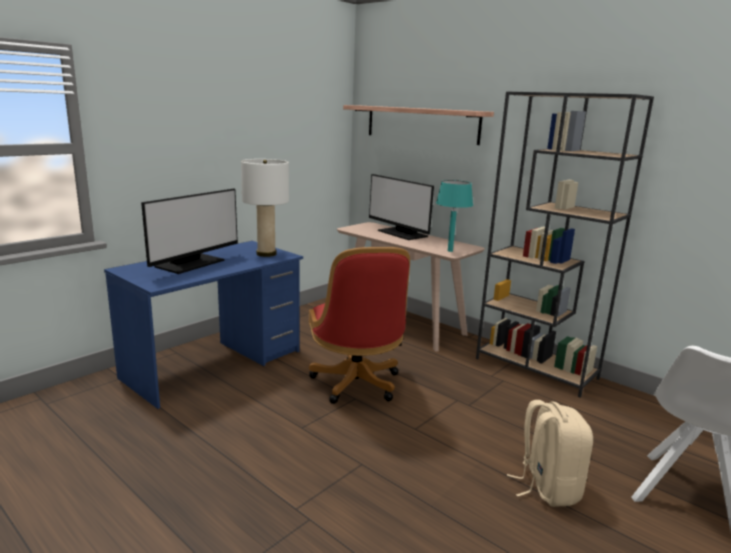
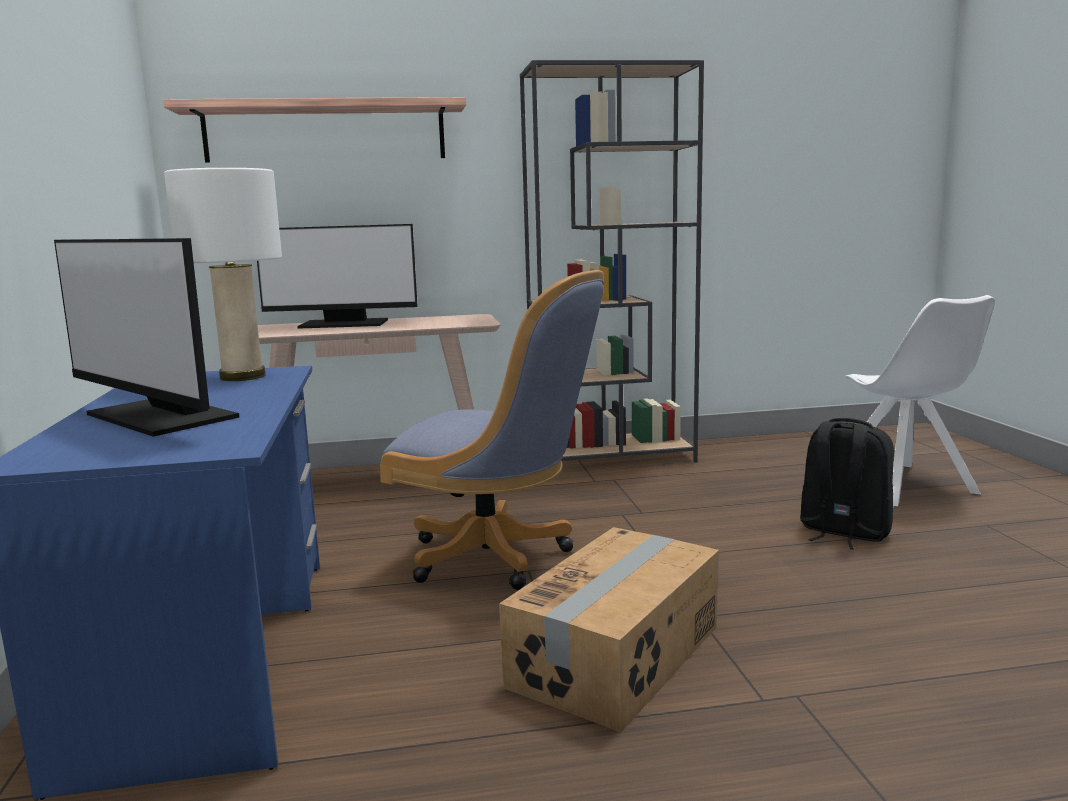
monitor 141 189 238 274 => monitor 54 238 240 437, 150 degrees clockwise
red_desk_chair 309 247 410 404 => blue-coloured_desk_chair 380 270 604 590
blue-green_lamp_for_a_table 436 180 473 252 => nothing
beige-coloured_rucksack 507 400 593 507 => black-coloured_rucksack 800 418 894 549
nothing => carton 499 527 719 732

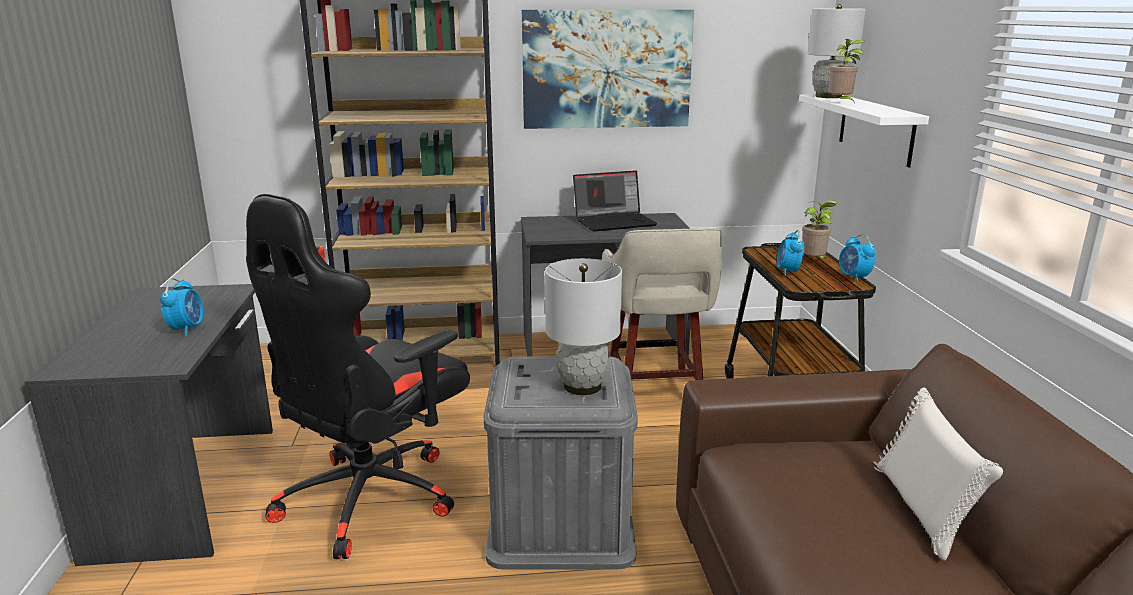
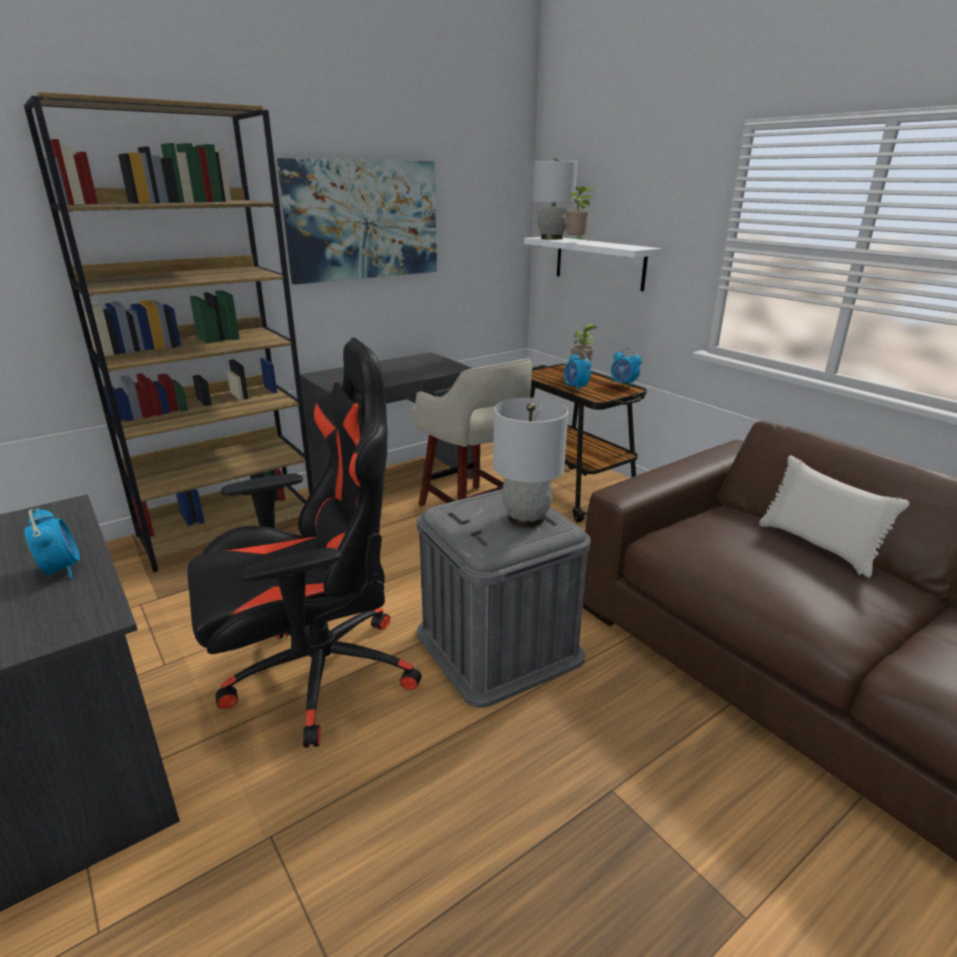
black-coloured_desk_chair 246 194 470 559 => black-coloured_desk_chair 187 338 422 748, 120 degrees counterclockwise
notebook_computer 573 170 658 232 => nothing

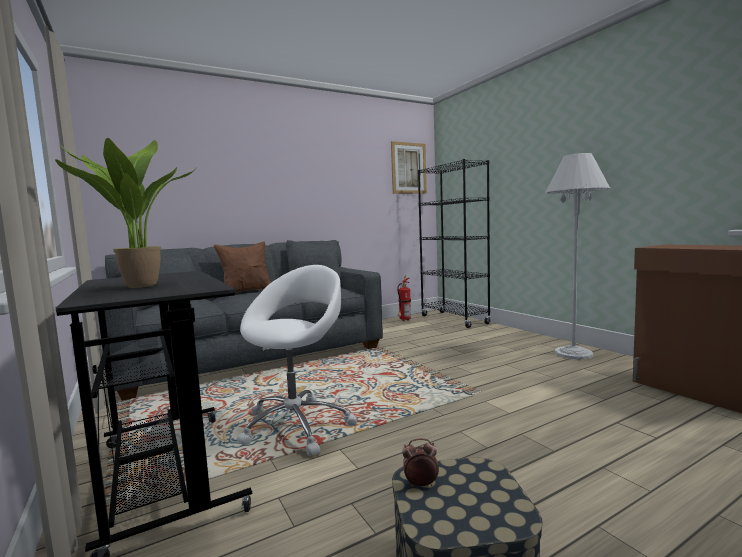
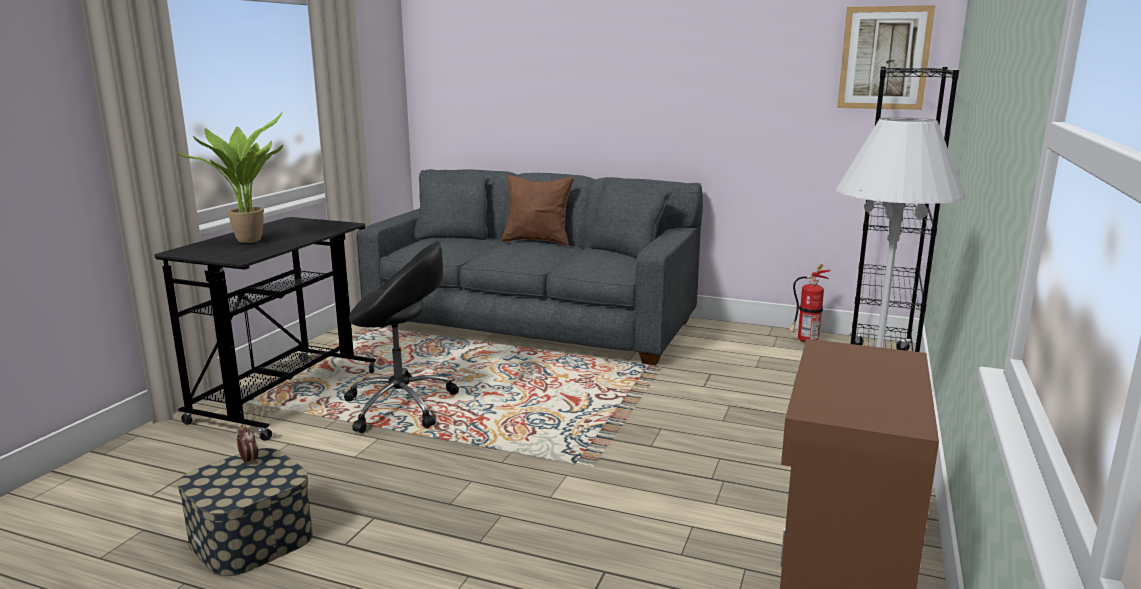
white_desk_chair 237 265 358 456 => black-coloured_desk_chair 344 241 459 433

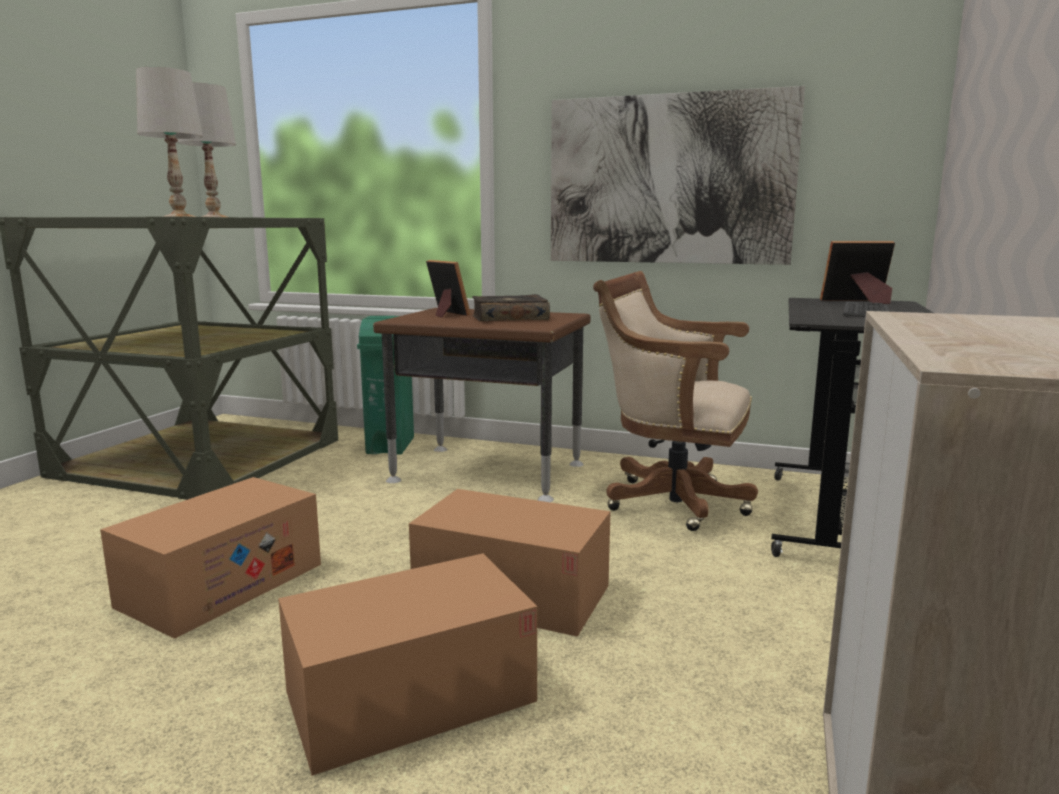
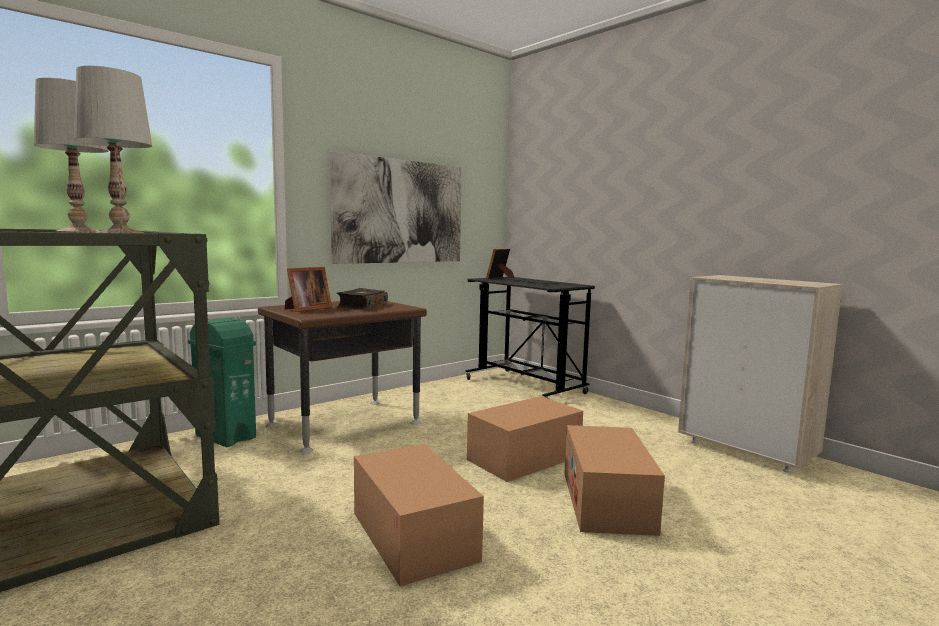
picture_frame 426 260 471 318 => picture_frame 285 267 332 312, 135 degrees clockwise
desk_chair 593 271 758 531 => nothing

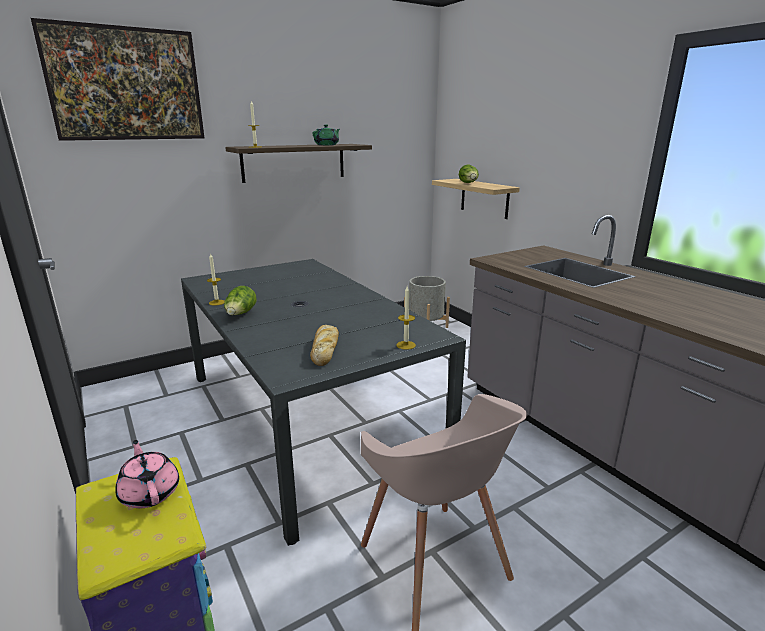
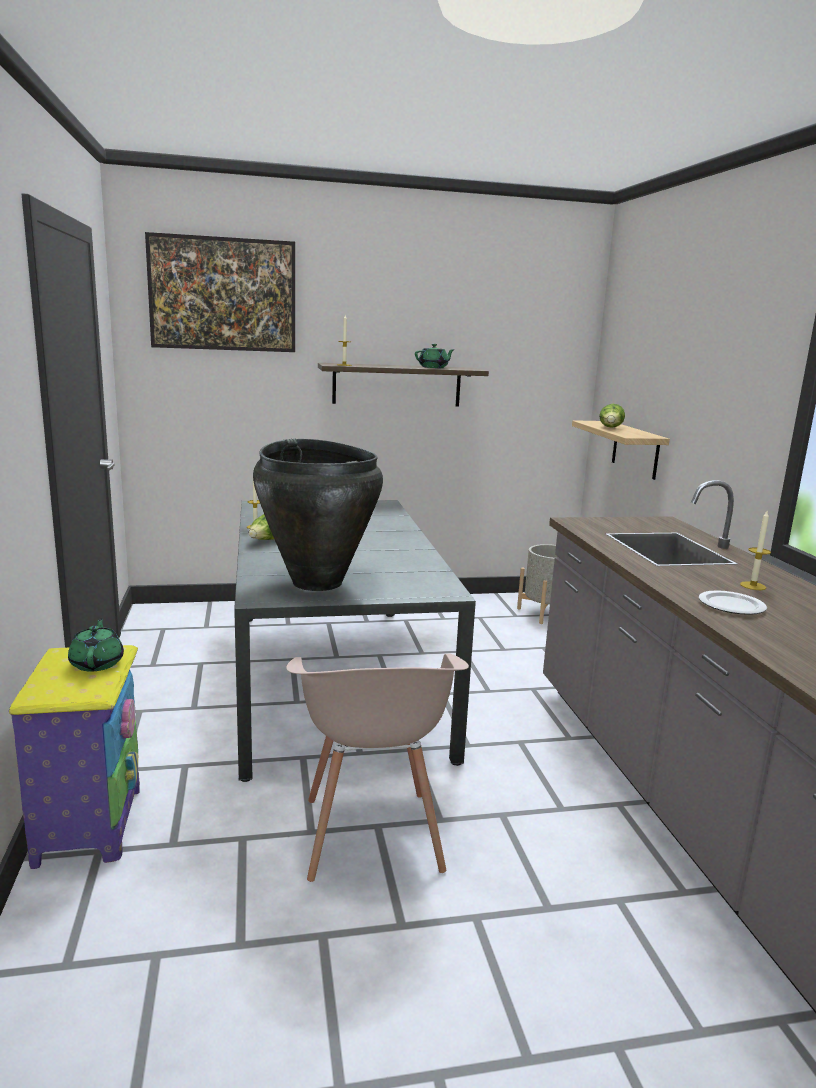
pinkish_pot_for_tea 115 440 179 508 => greenish_pot_for_tea 68 618 124 671
bread 310 325 339 366 => black-coloured_vase 253 439 383 591
wax_candle 396 286 416 350 => wax_candle 740 511 771 590, move
nothing => dinner_plate 699 590 767 615

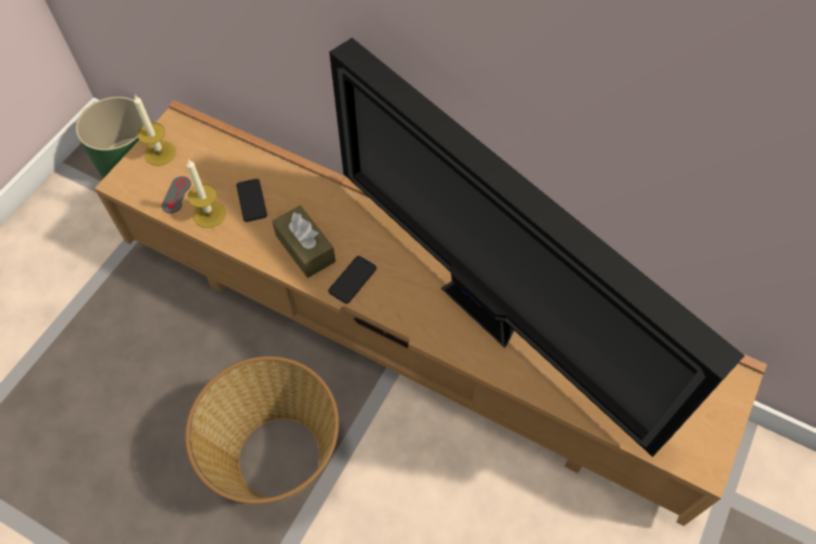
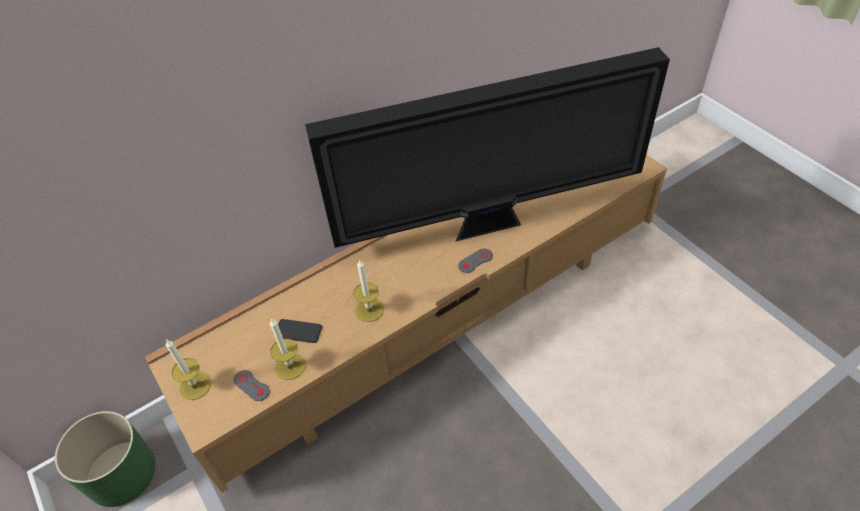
household_basket 185 356 339 504 => nothing
brownish_box_of_tissues 272 205 336 278 => wax_candle 353 259 384 322
phone 328 256 377 304 => nothing
nothing => grey_joypad 458 248 493 273

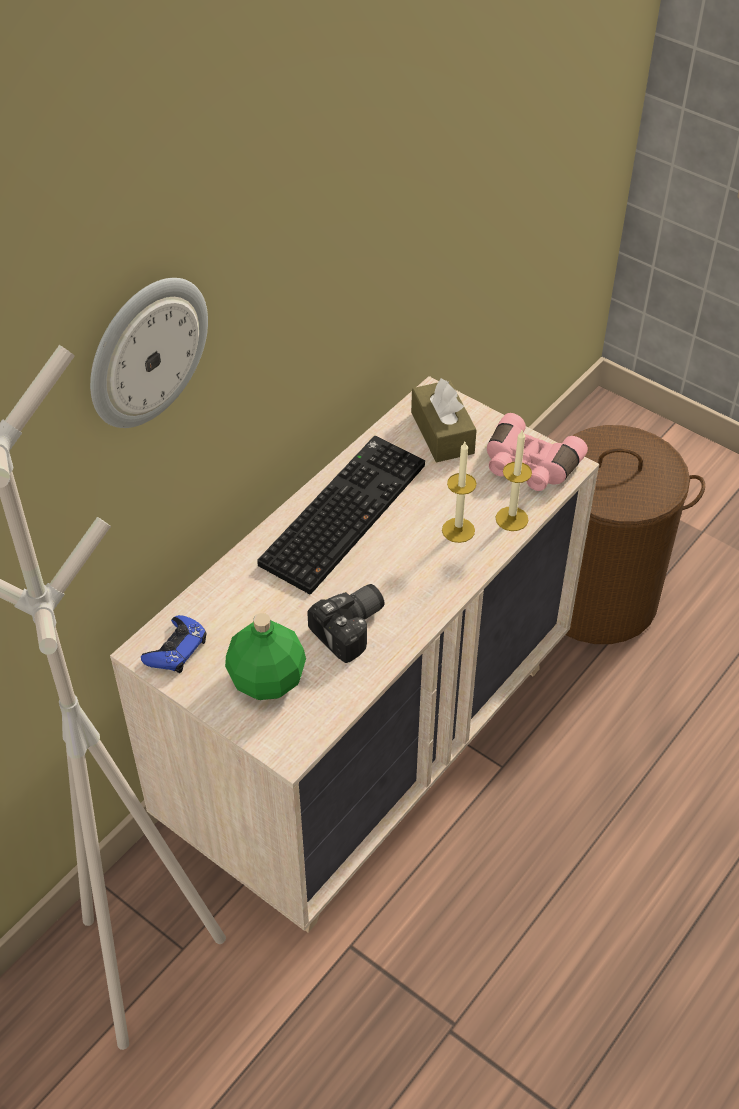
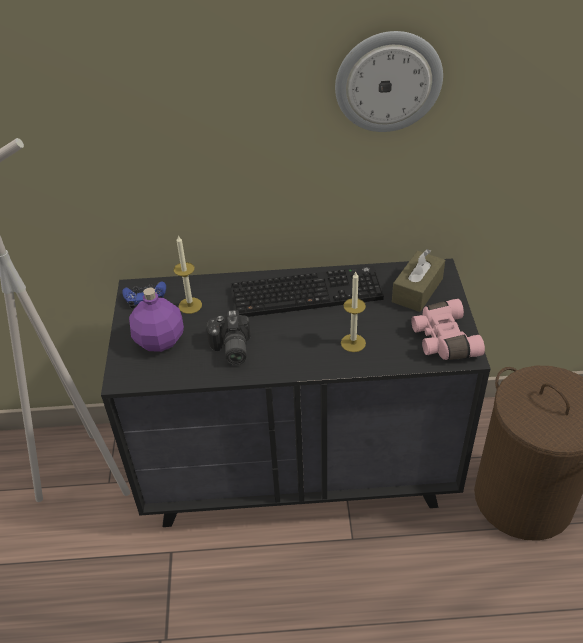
clock_on_the_wall 90 278 208 428 => clock_on_the_wall 335 31 443 132, move
beige-coloured_dresser 110 376 599 933 => black-coloured_dresser 101 258 491 527
greenish_drink_bottle 225 613 306 700 => purplish_drink_bottle 129 288 184 352
still_camera 307 584 385 663 => still_camera 206 310 251 365, 75 degrees clockwise
wax_candle 495 429 532 531 => wax_candle 174 236 202 314, move

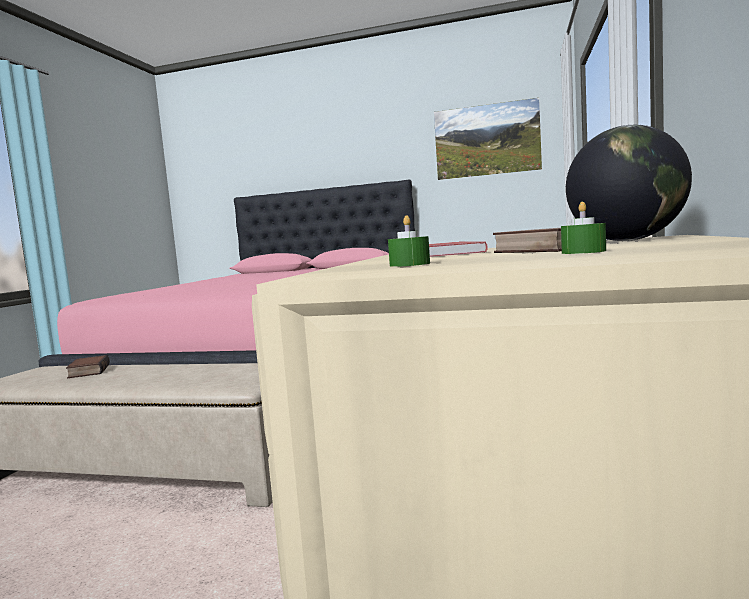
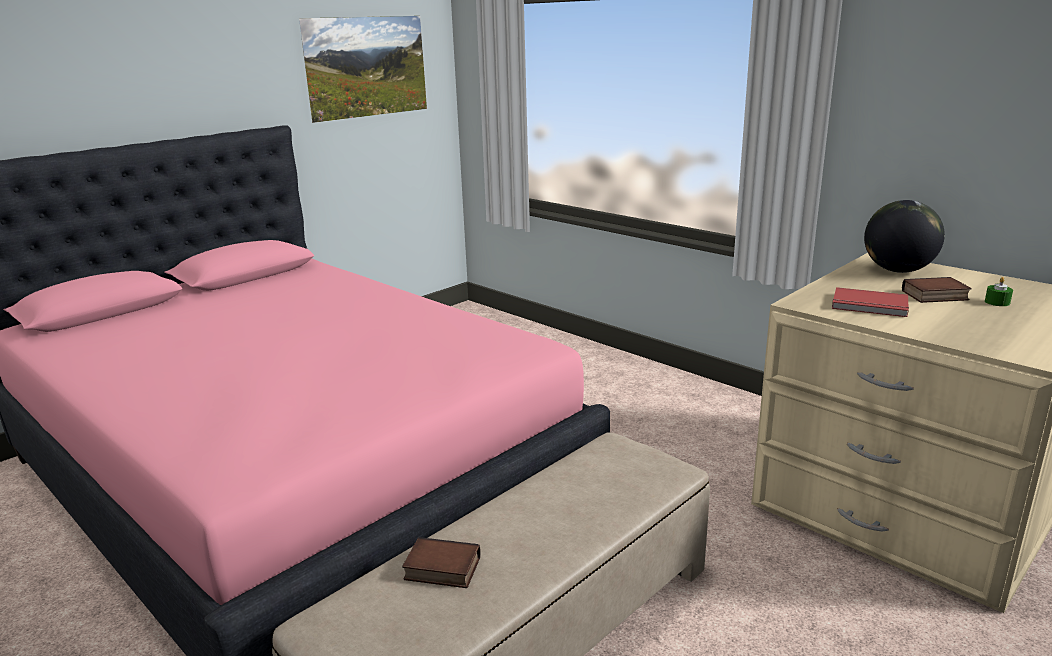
greenish_wax_candle 388 215 430 267 => nothing

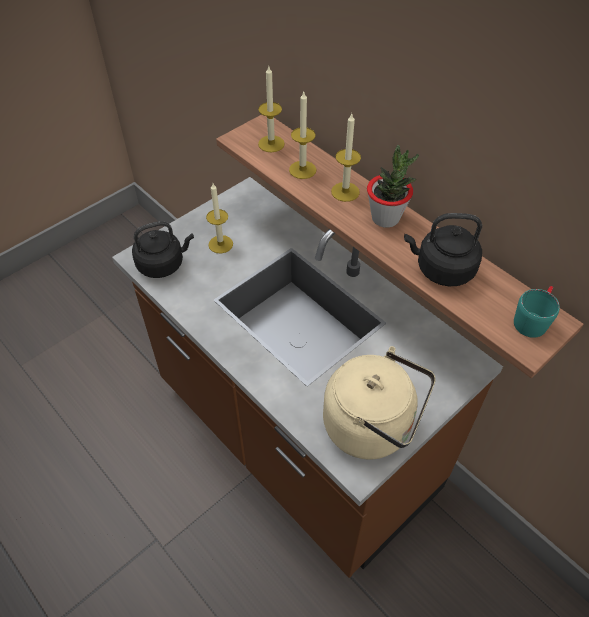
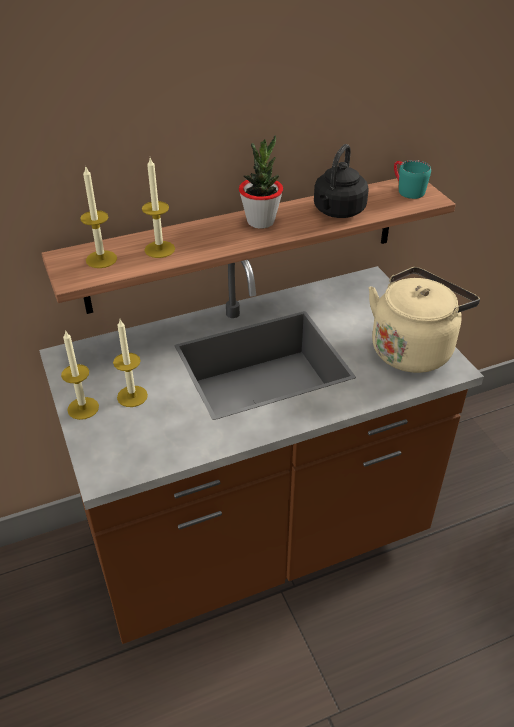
black-coloured_tea_kettle 132 221 194 278 => nothing
wax_candle 331 114 361 202 => wax_candle 61 330 99 420, move

